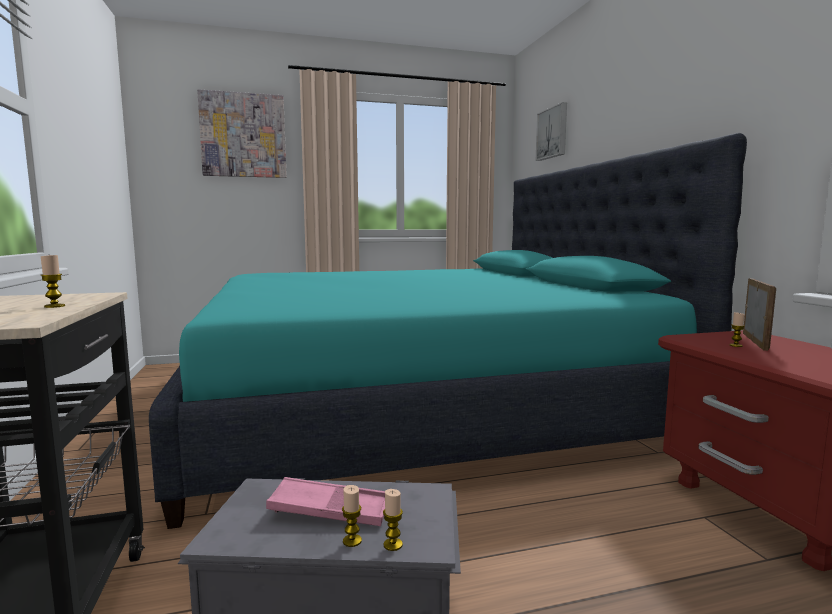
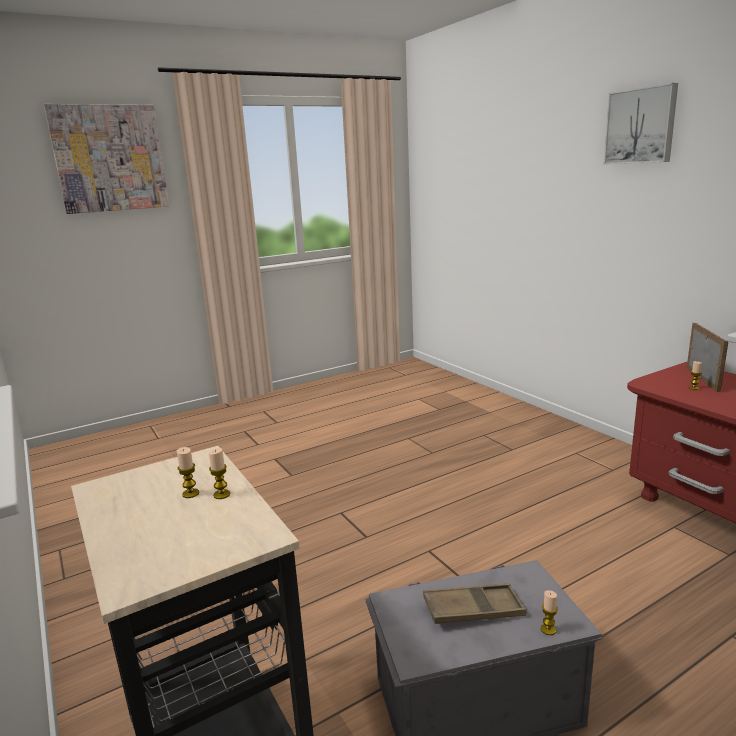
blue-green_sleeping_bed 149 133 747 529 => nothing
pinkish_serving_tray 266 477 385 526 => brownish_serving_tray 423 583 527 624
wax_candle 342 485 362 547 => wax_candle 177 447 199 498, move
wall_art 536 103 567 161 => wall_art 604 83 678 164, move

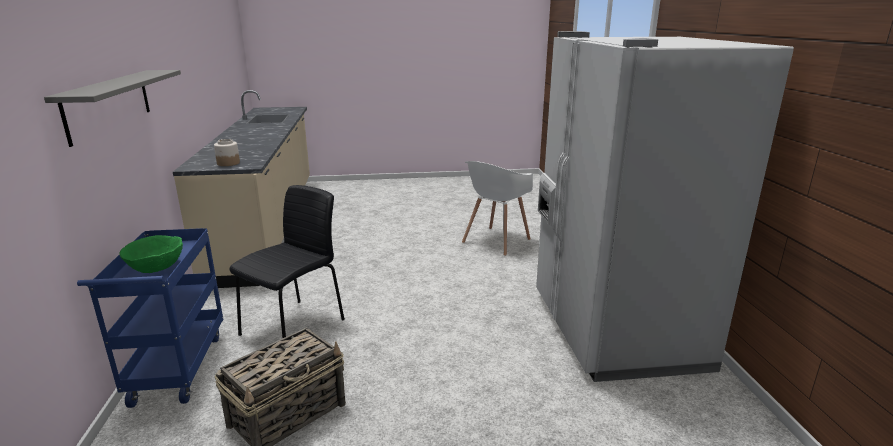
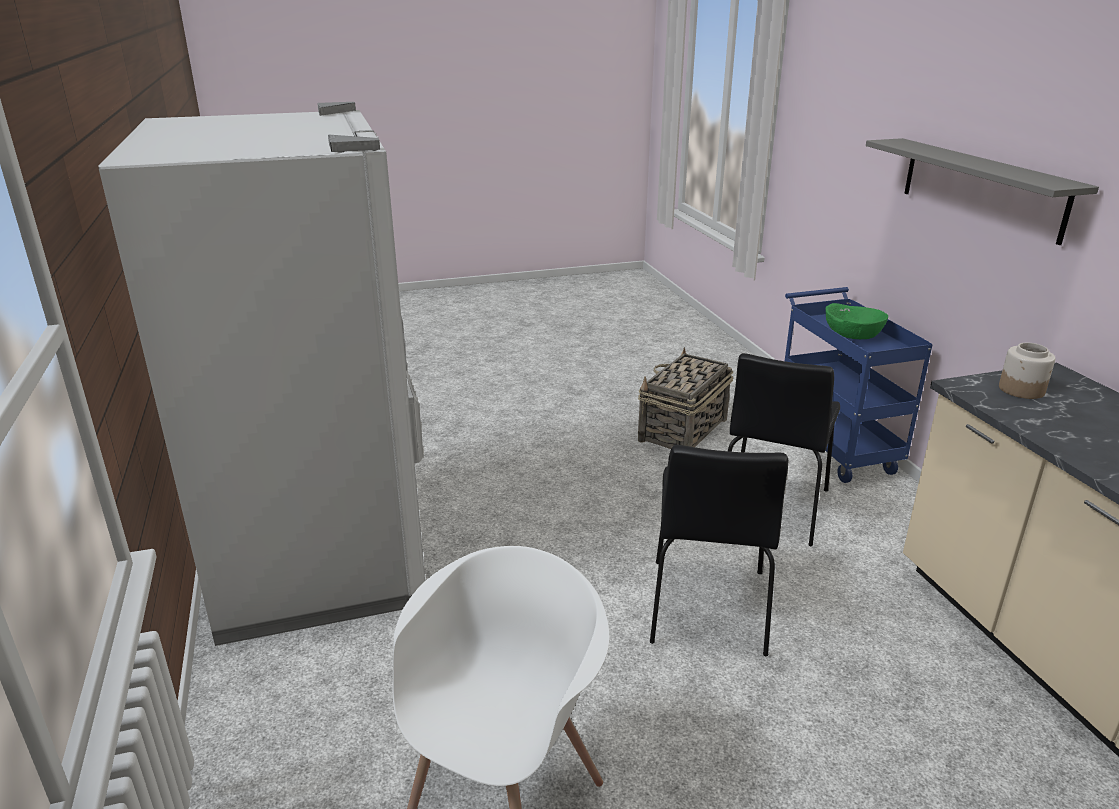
nothing => black-coloured_plain_chair 650 444 788 656

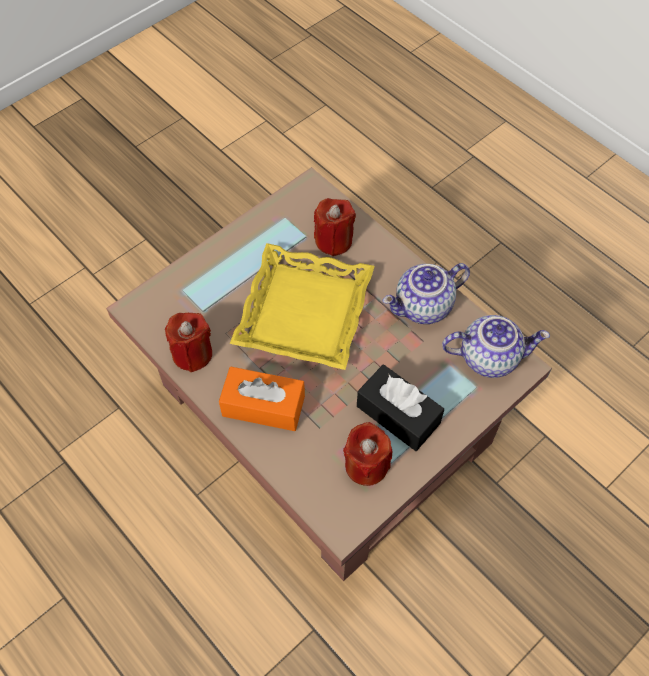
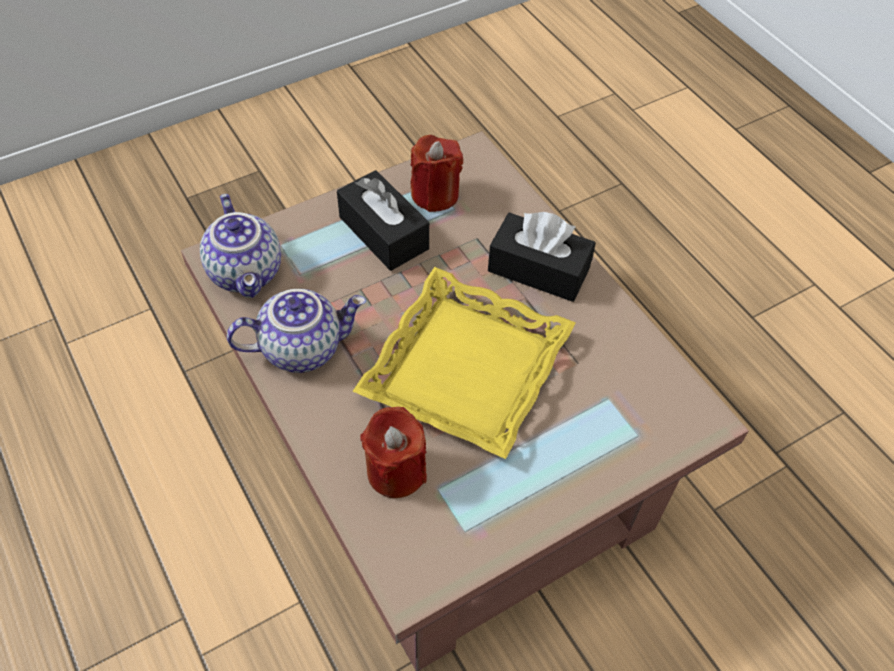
red_wax_candle 165 313 212 372 => nothing
orange-coloured_box_of_tissues 219 367 305 431 => black-coloured_box_of_tissues 488 212 596 302
pot_for_tea 442 315 550 378 => pot_for_tea 200 194 281 298, 120 degrees counterclockwise

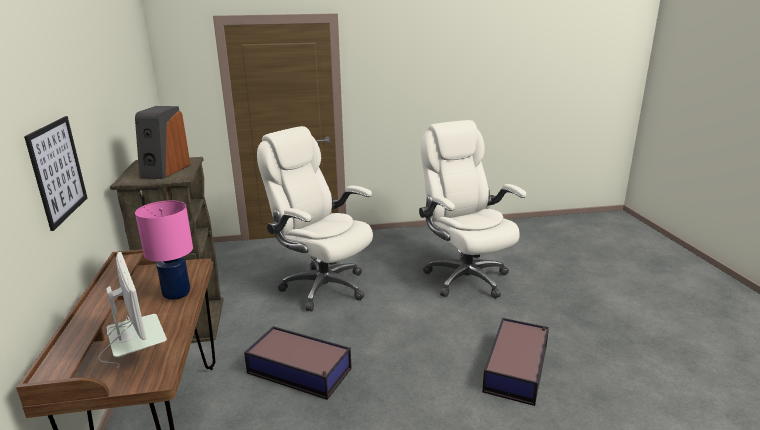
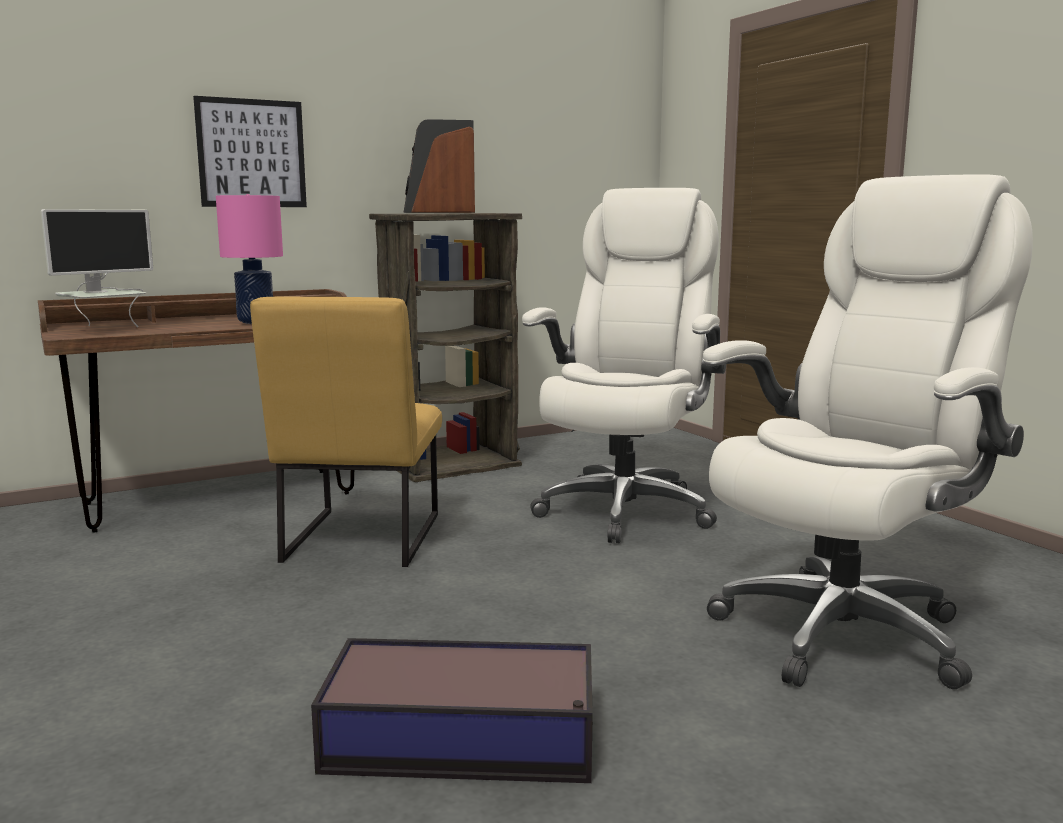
storage_container 244 326 352 400 => yellow_plain_chair 250 297 442 567

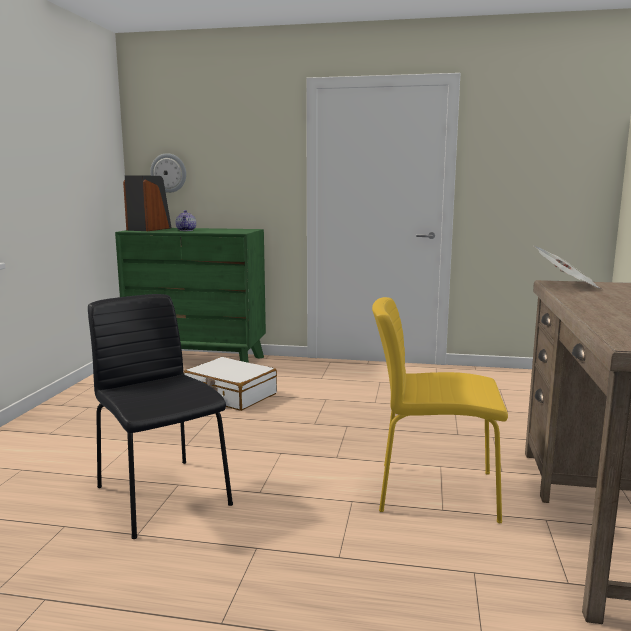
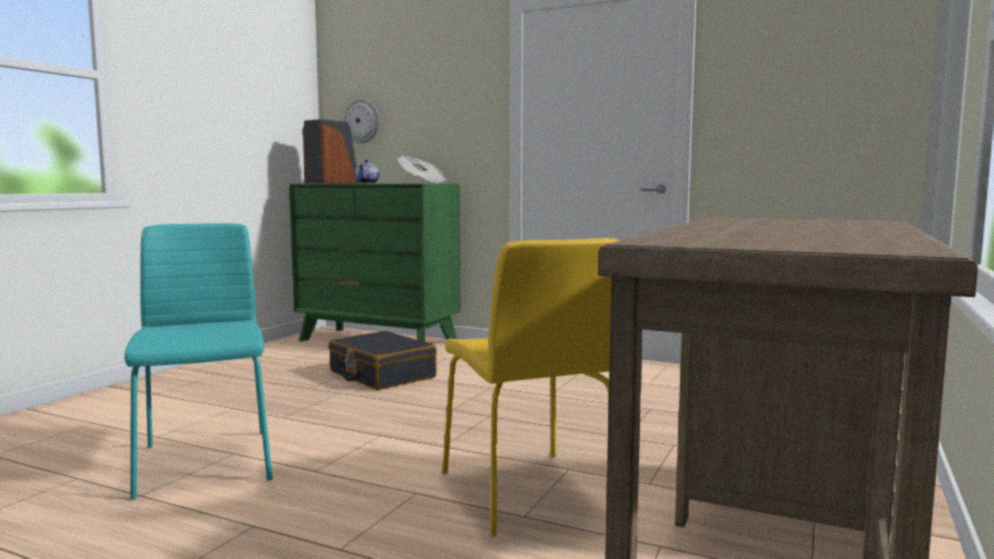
black-coloured_plain_chair 88 294 233 539 => blue-green_plain_chair 124 223 273 499
white_suitcase 184 357 277 411 => black-coloured_suitcase 328 331 437 390
yellow_plain_chair 372 297 508 523 => yellow_plain_chair 442 238 621 537, 135 degrees counterclockwise
daily_paper 532 245 601 289 => daily_paper 397 155 447 183, move

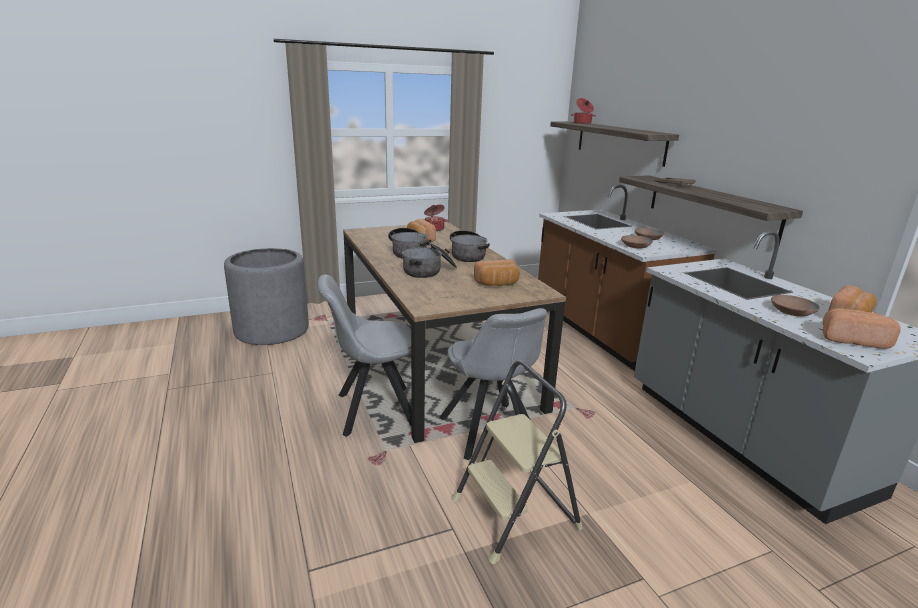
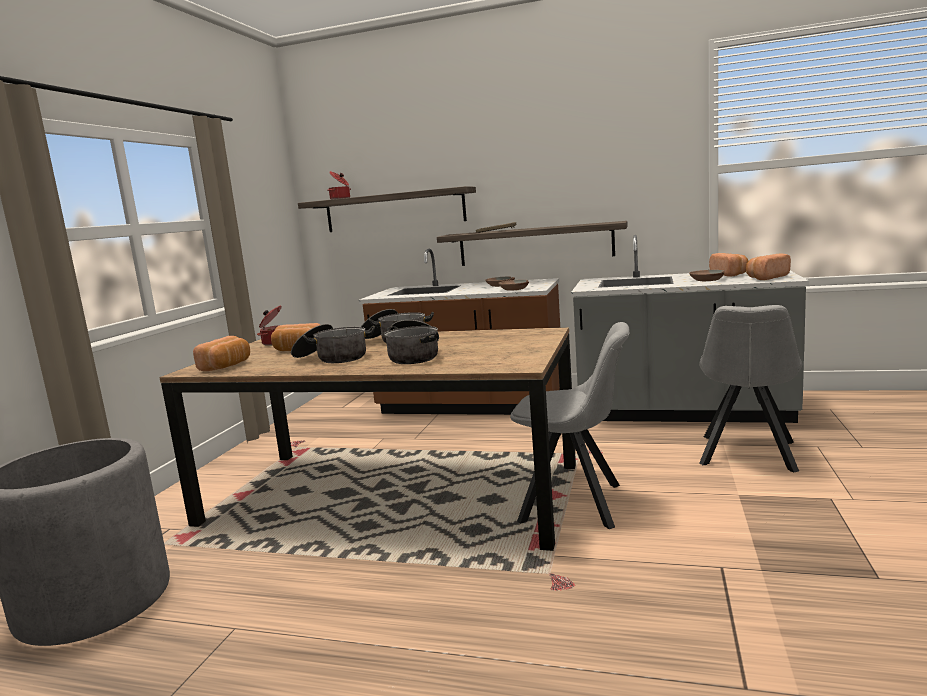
grey_plain_chair 317 275 412 437 => grey_plain_chair 699 305 802 472, move
beige-coloured_step_ladder 451 360 583 564 => nothing
bread 474 259 520 286 => bread 193 336 250 371, move

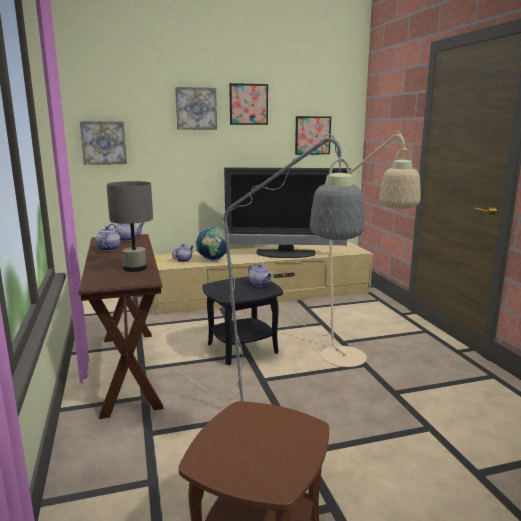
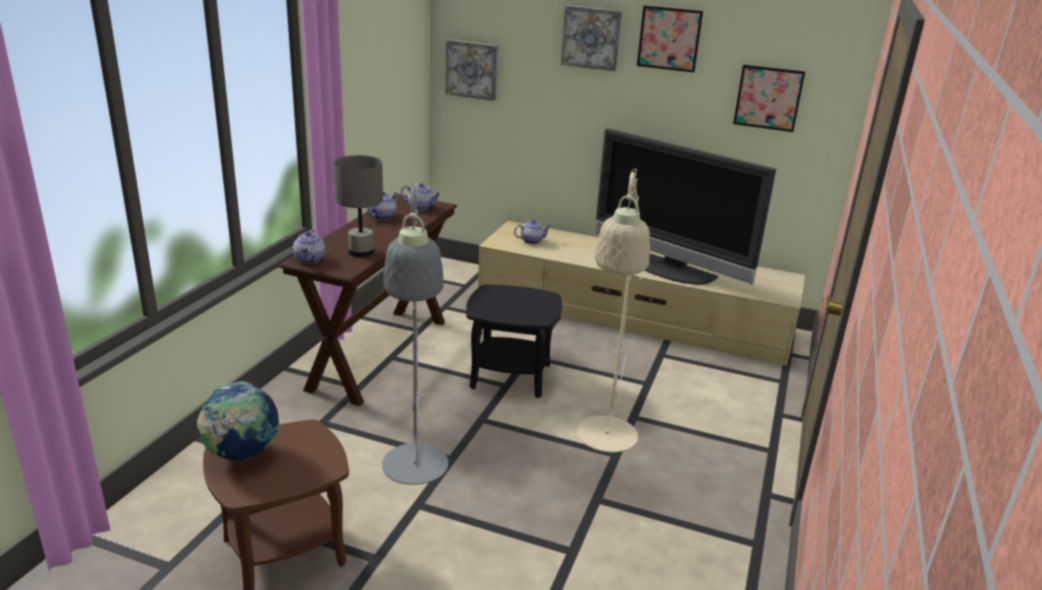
globe 196 226 230 261 => globe 197 381 280 461, move
pot_for_tea 248 264 273 287 => pot_for_tea 293 229 325 264, move

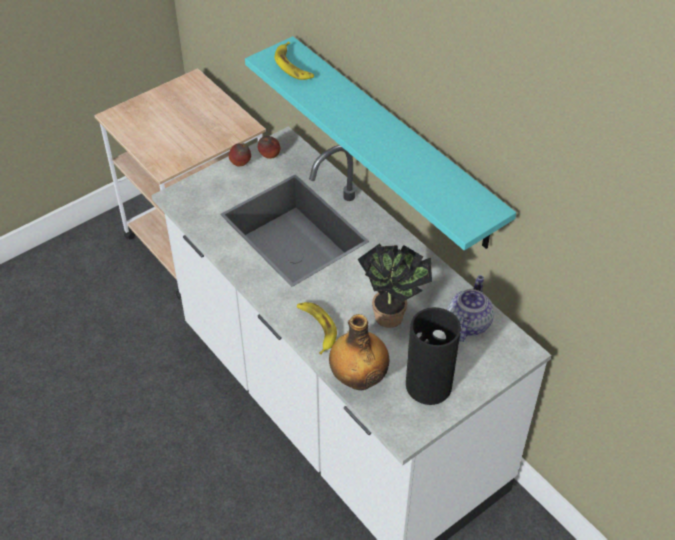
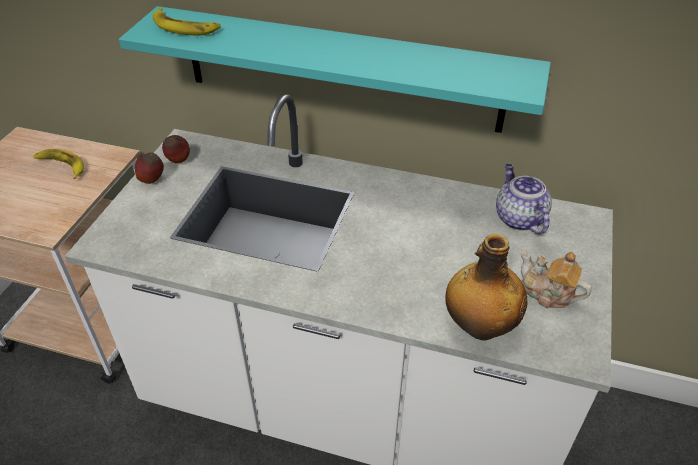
banana 297 302 337 355 => banana 33 149 84 179, move
potted_plant 357 243 432 328 => nothing
vase 406 307 461 405 => pot_for_tea 521 252 592 308

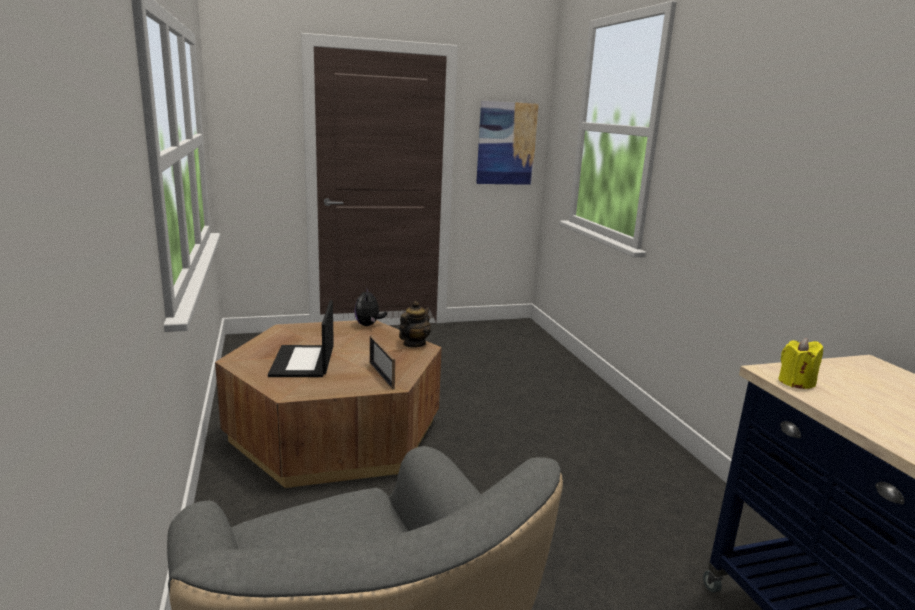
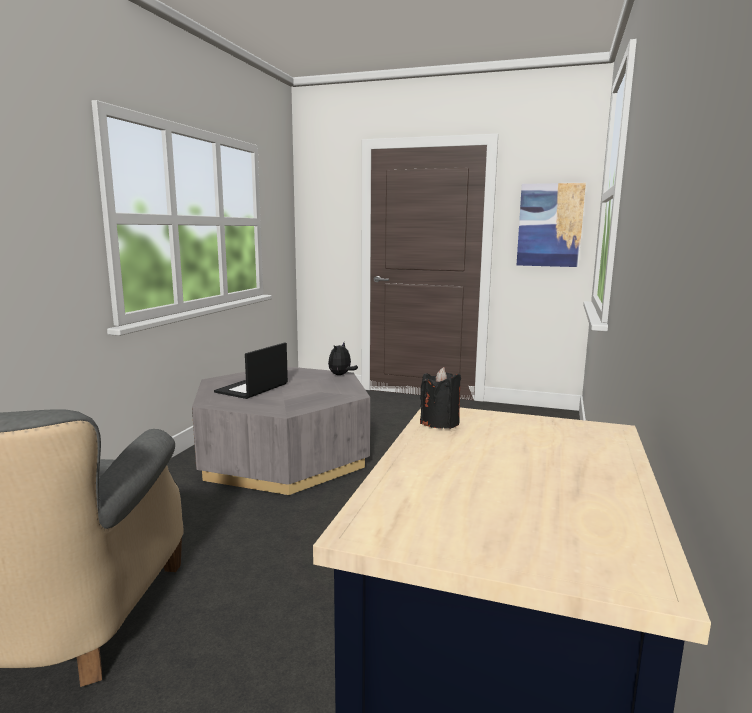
brownish_low_table 215 320 442 488 => grey_low_table 192 367 370 495
picture_frame 370 335 395 389 => nothing
pot_for_tea 399 301 431 347 => nothing
yellow_wax_candle 778 338 823 389 => black-coloured_wax_candle 420 367 461 429

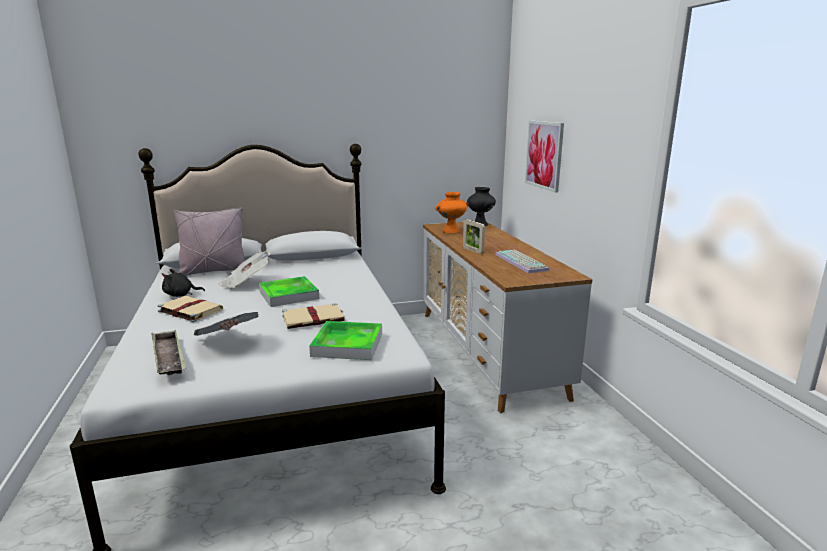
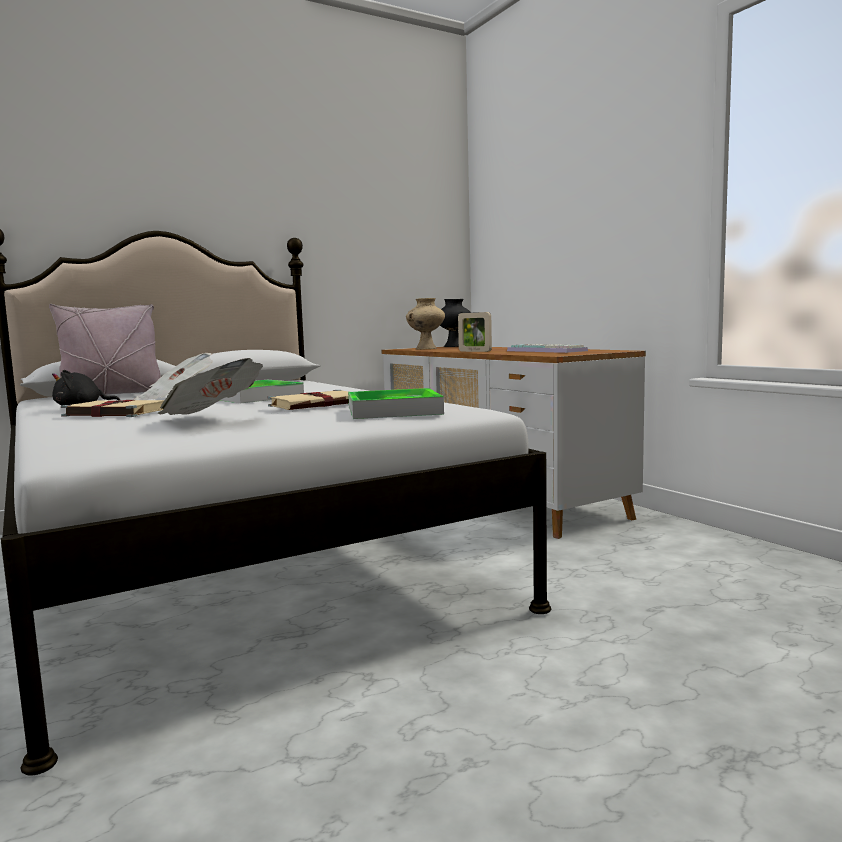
serving_tray 152 330 186 375 => nothing
orange-coloured_vase 435 192 468 233 => beige-coloured_vase 406 298 445 350
wall_art 525 120 564 193 => nothing

